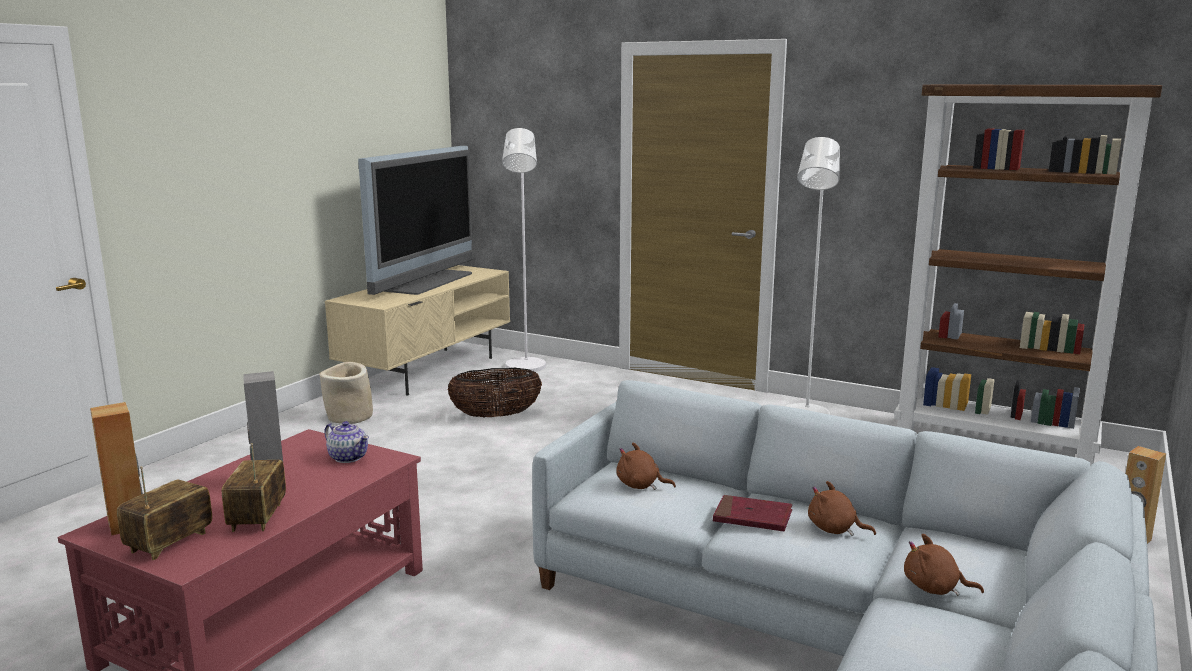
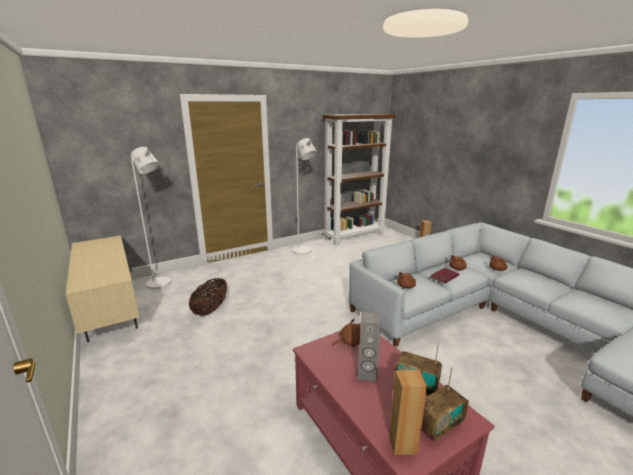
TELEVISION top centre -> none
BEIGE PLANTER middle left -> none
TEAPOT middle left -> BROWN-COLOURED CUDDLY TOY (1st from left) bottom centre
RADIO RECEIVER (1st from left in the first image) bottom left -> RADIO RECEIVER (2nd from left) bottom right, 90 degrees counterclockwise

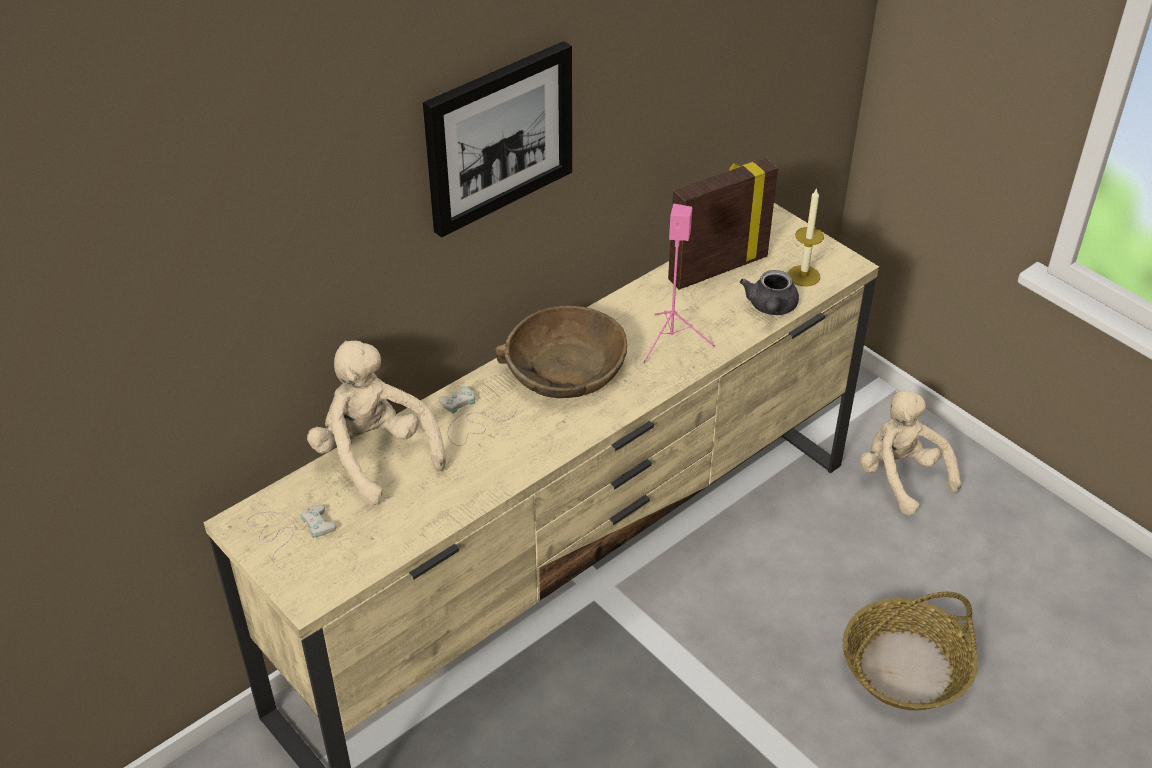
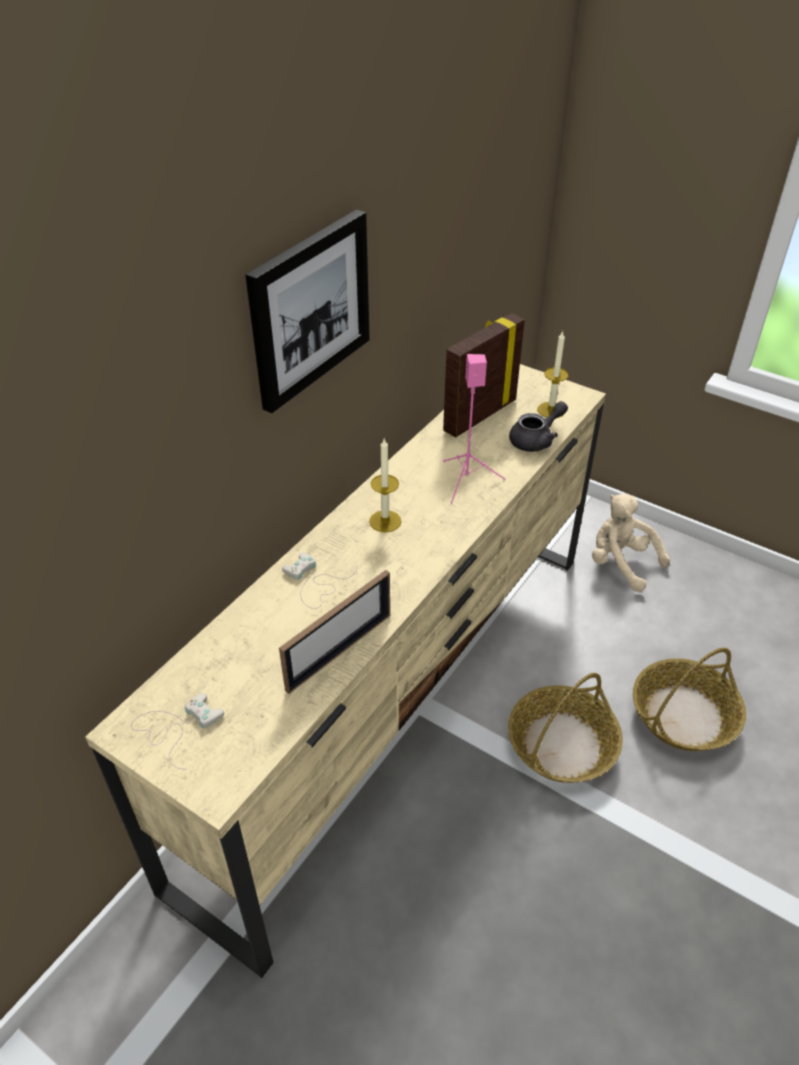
GREY TEAPOT middle right, 120 degrees counterclockwise
BROWN-COLOURED DEEP DISH centre -> WAX CANDLE (1st from left) centre
BEIGE CUDDLY TOY (1st from left) middle left -> none
none -> STANDING FRAME (1st from left) centre
none -> STORAGE BASKET (1st from left) bottom right

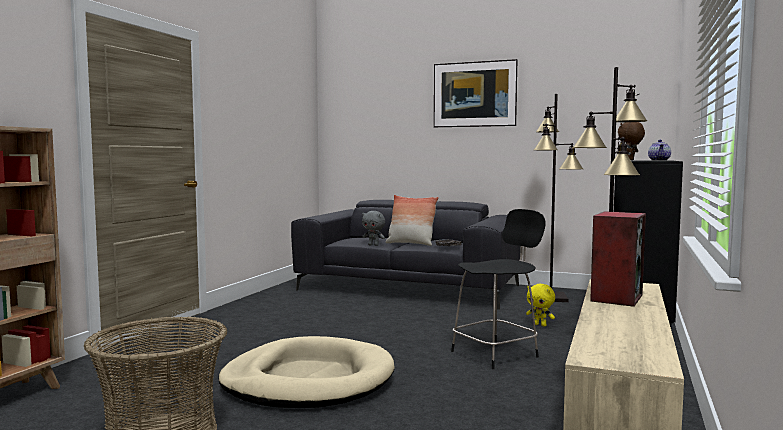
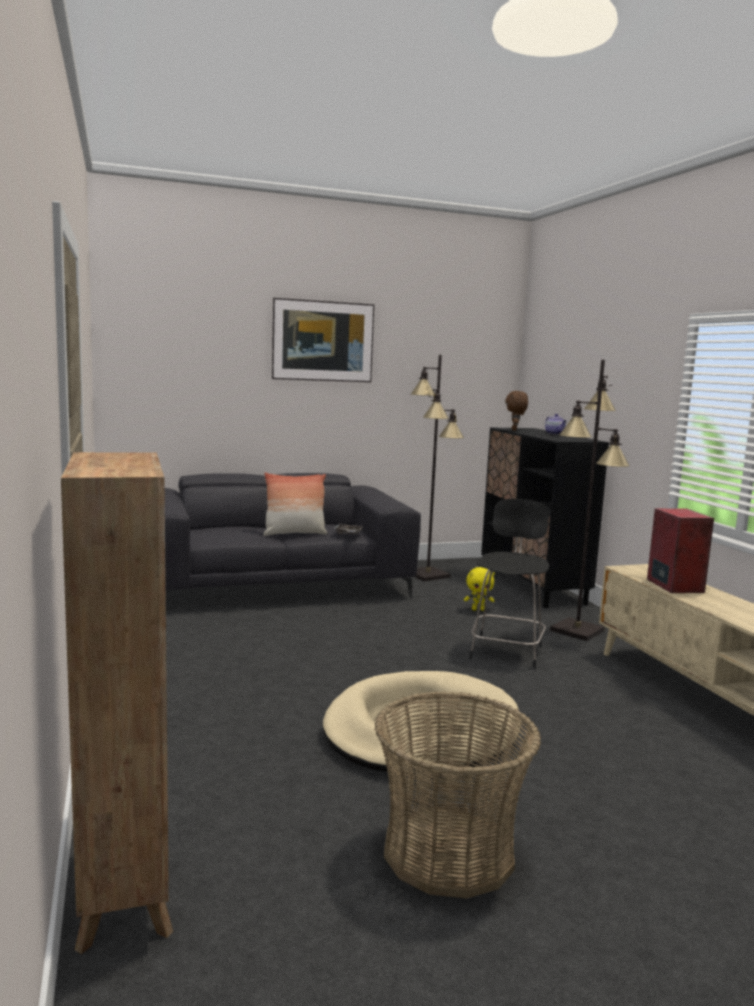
GREY CUDDLY TOY centre -> none

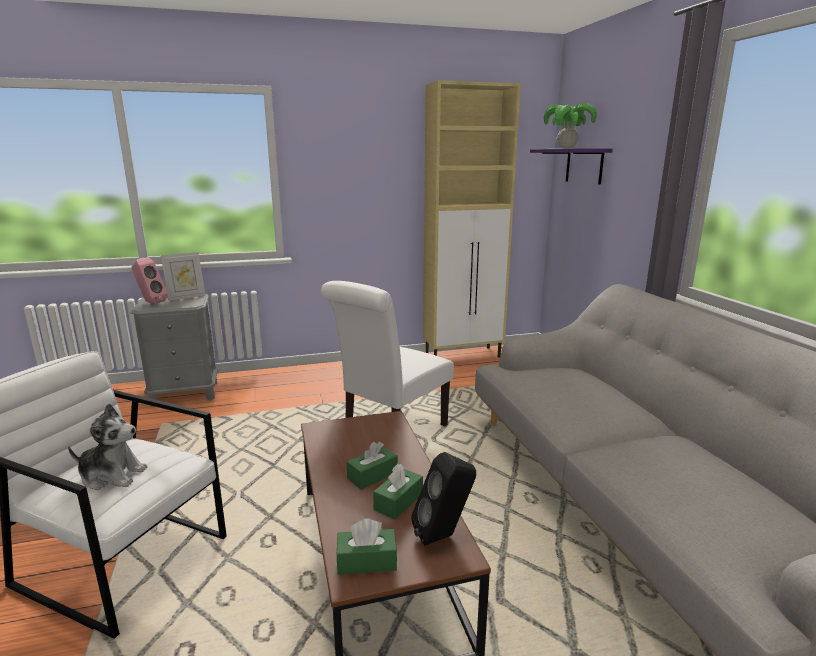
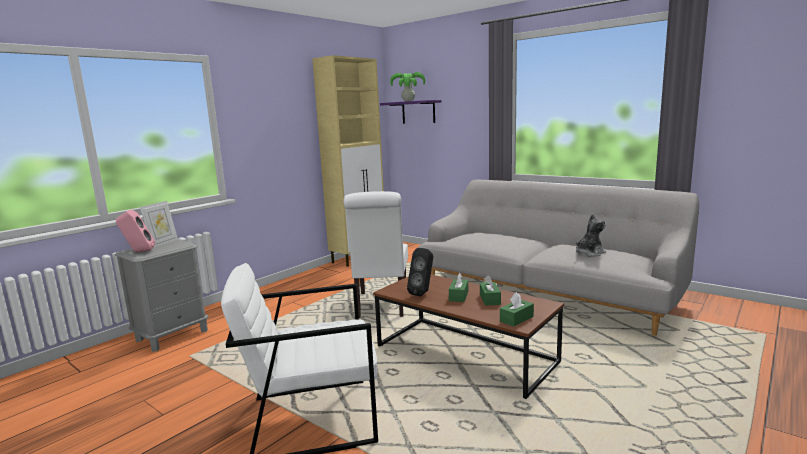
CUDDLY TOY bottom left -> CUDDLY TOY middle right, move
BLACK-COLOURED SPEAKER bottom centre -> BLACK-COLOURED SPEAKER centre, move

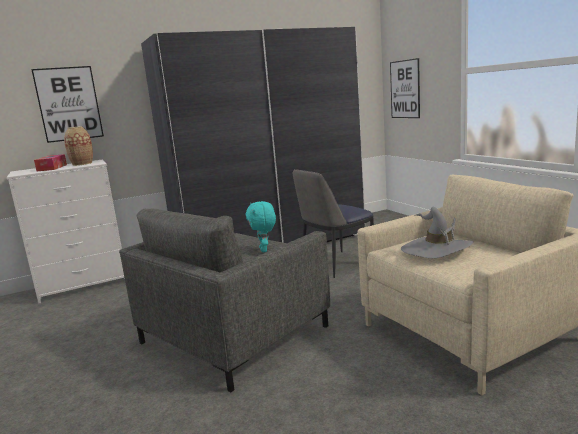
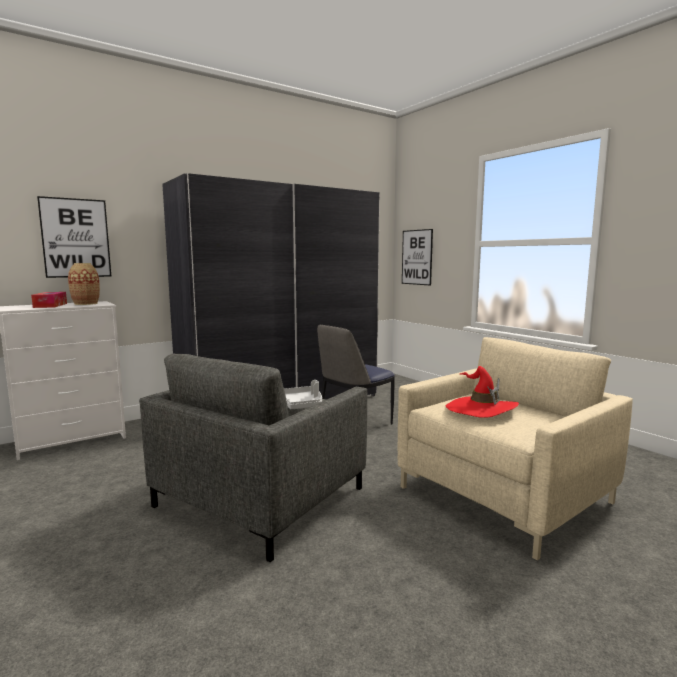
TURQUOISE CUDDLY TOY centre -> GREY CARRYING TRAY centre
GREY CLOTHING HAT middle right -> RED-COLOURED CLOTHING HAT middle right

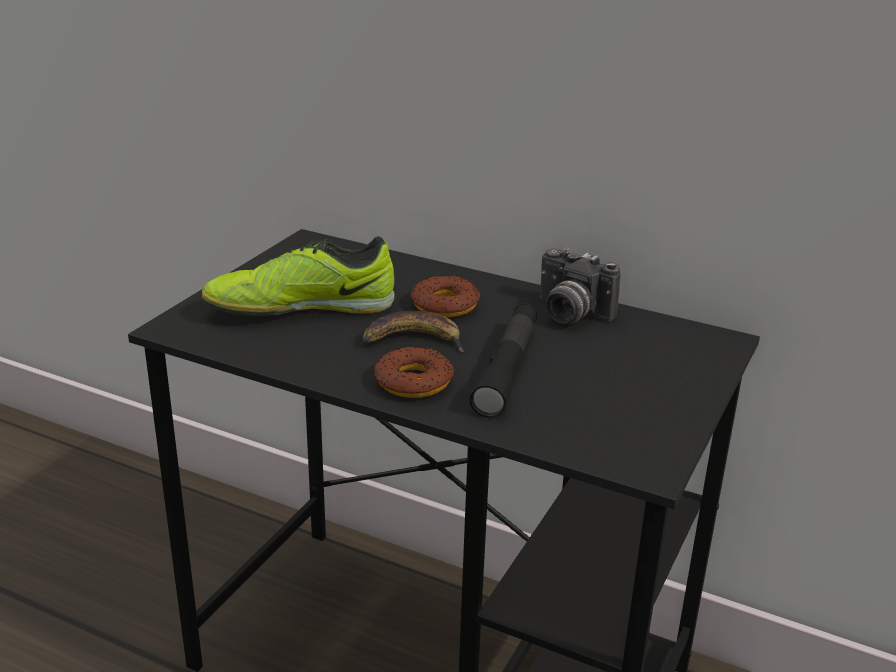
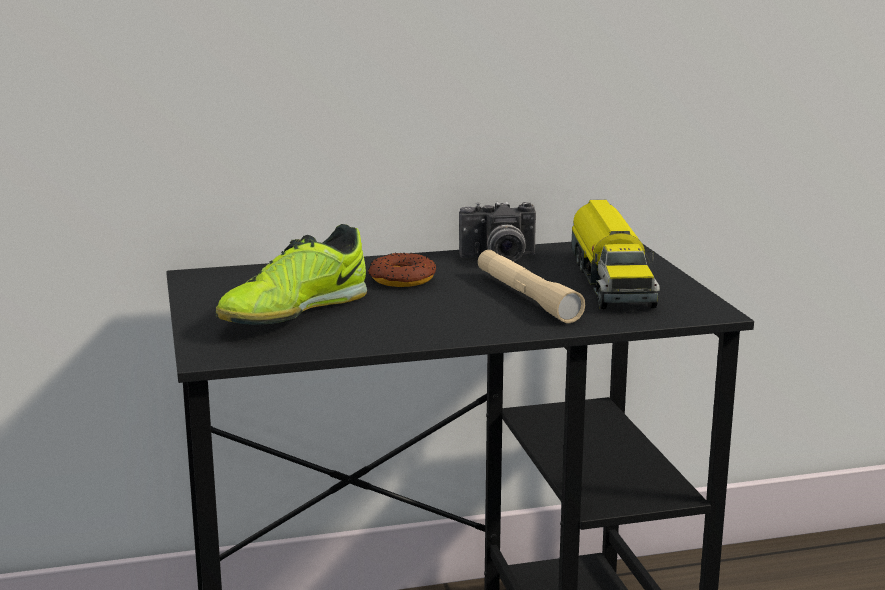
BLACK-COLOURED FLASHLIGHT centre -> BEIGE FLASHLIGHT centre
BANANA centre -> none
DONUT (1st from left) centre -> none
none -> MODEL TRUCK middle right

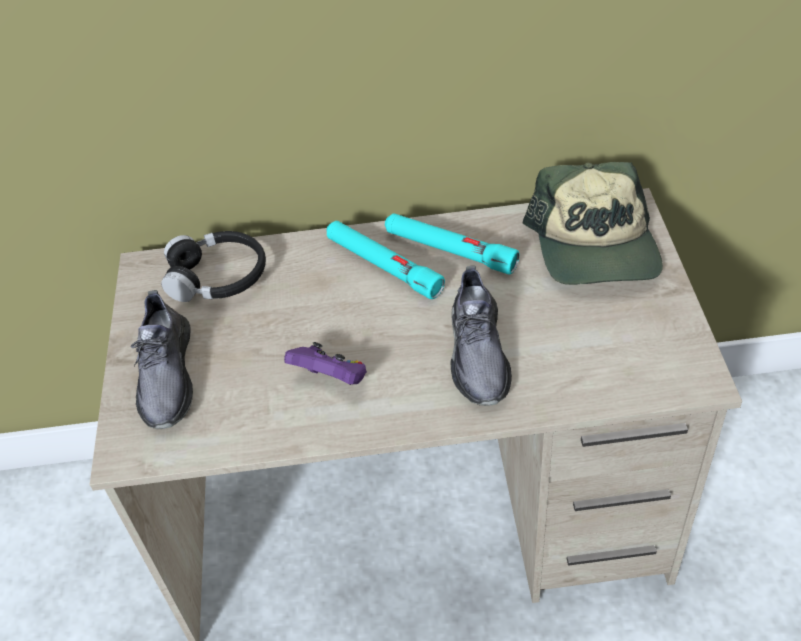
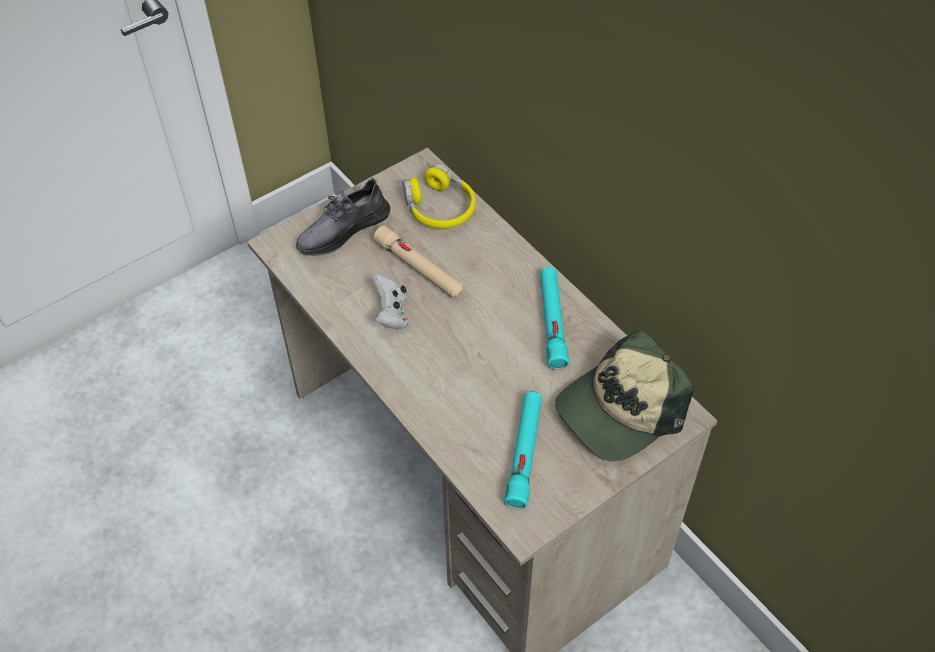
TURQUOISE FLASHLIGHT (1st from left) centre -> TURQUOISE FLASHLIGHT (1st from left) bottom centre, move
BLACK-COLOURED HEADSET middle left -> YELLOW-COLOURED HEADSET top centre
GREY ITEM OF FOOTWEAR (2nd from left) centre -> none
PURPLE JOYPAD centre -> WHITE JOYPAD centre
none -> BEIGE FLASHLIGHT centre

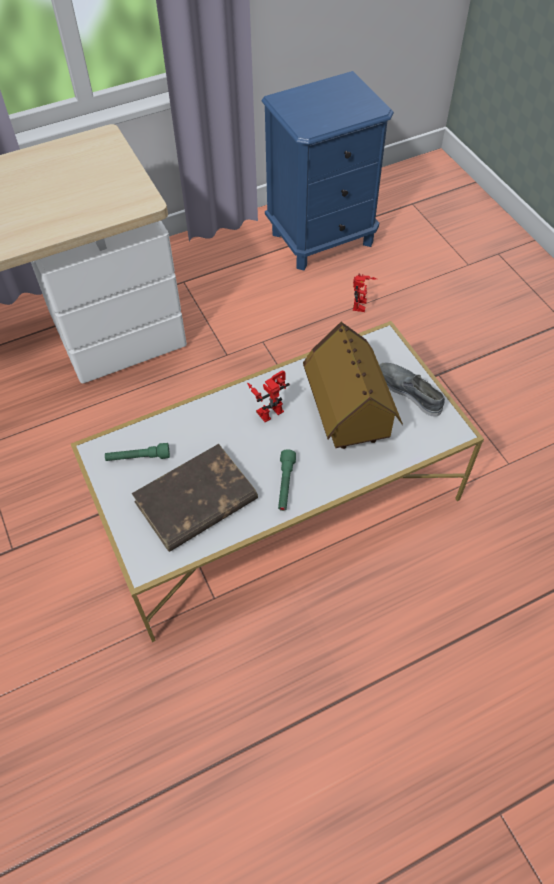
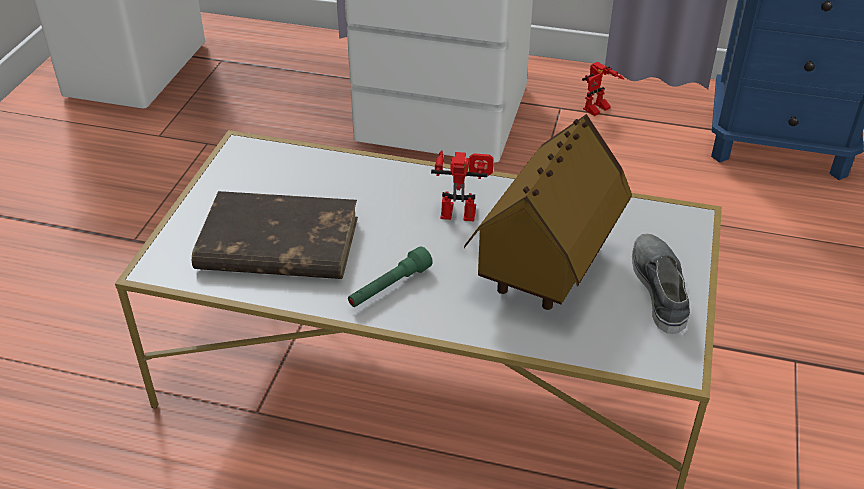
ROBOT FIGURE (2nd from left) top centre -> ROBOT FIGURE (2nd from left) top right, move
GREENISH FLASHLIGHT (1st from left) middle left -> none

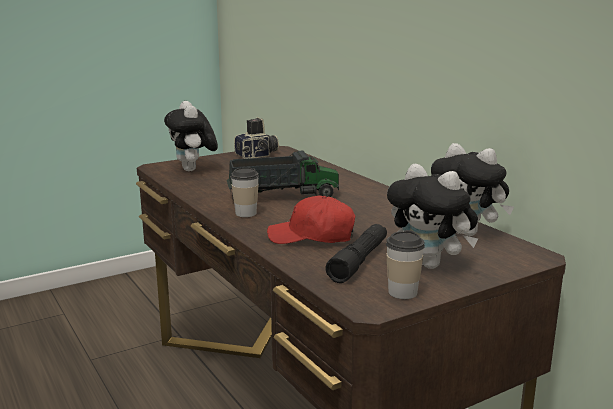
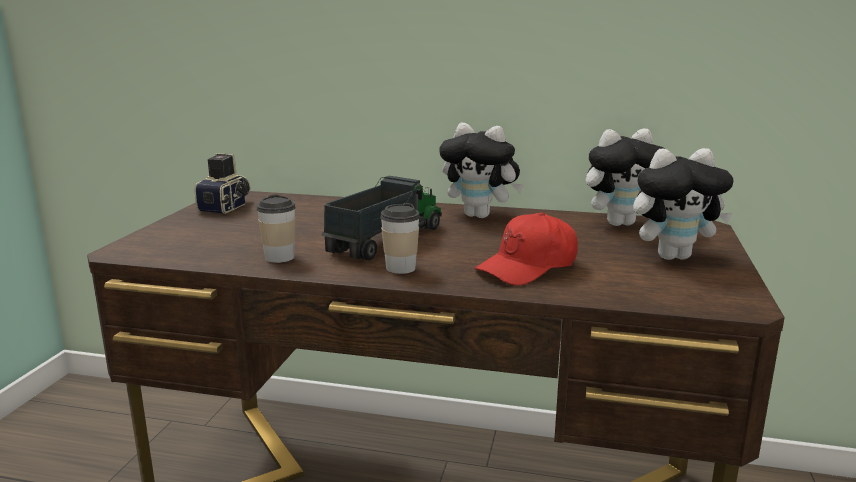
CUDDLY TOY (1st from left) top left -> CUDDLY TOY (1st from left) centre, move
BLACK-COLOURED FLASHLIGHT centre -> none
SMALL CUP (2nd from left in the first image) centre -> SMALL CUP (1st from left) middle left, move

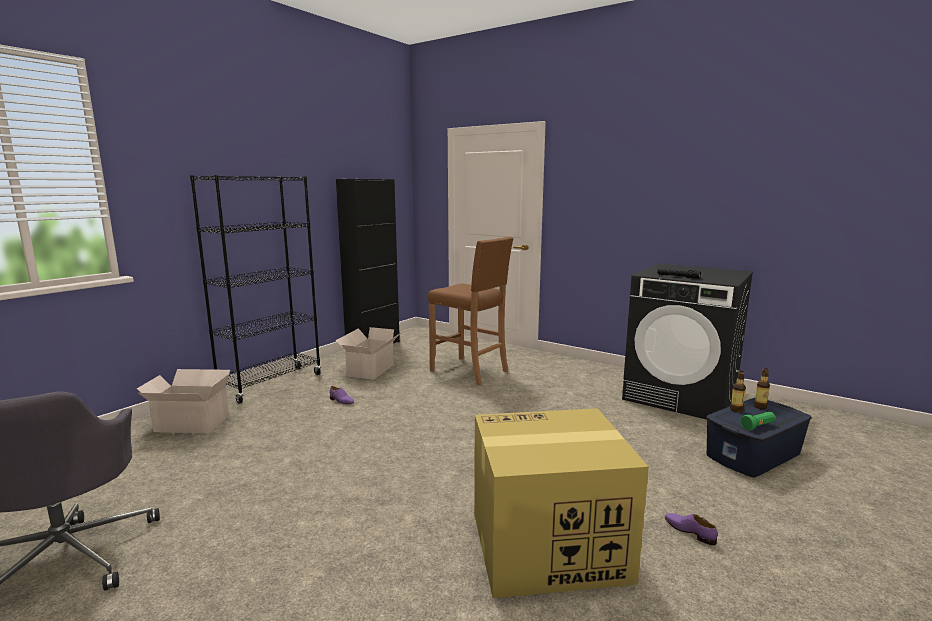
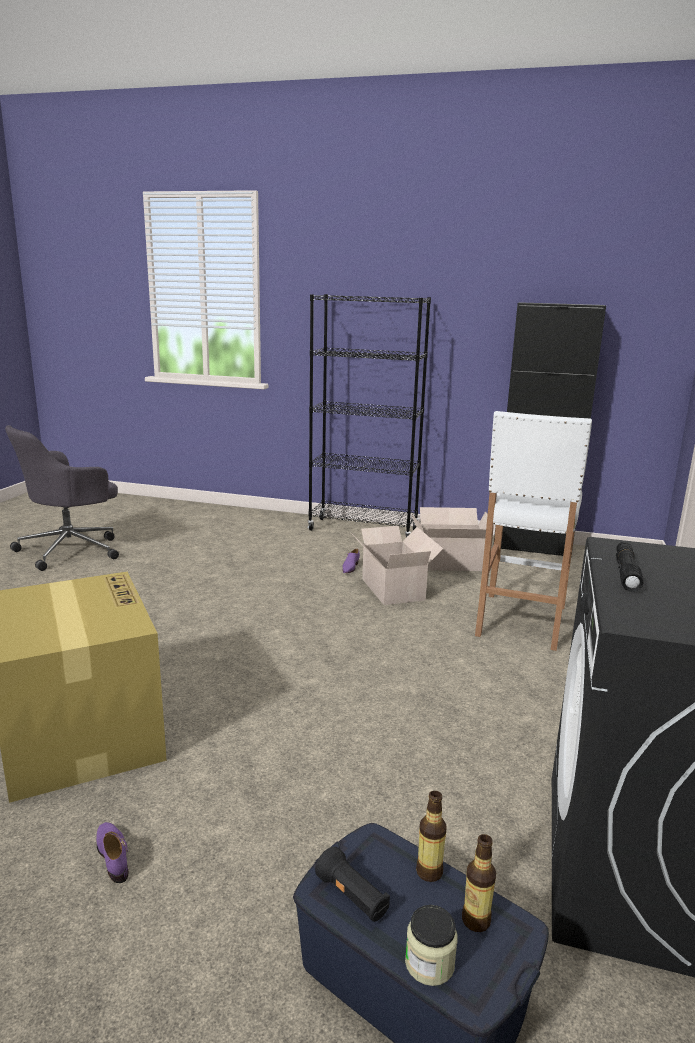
BROWN-COLOURED STOOL SEAT centre -> WHITE STOOL SEAT middle right
CARTON (1st from left in the first image) middle left -> CARTON (2nd from left) centre, move
GREENISH FLASHLIGHT bottom right -> BLACK-COLOURED FLASHLIGHT (1st from left) bottom centre
PURPLE ITEM OF FOOTWEAR (2nd from left in the first image) bottom right -> PURPLE ITEM OF FOOTWEAR (1st from left) bottom left, 60 degrees counterclockwise
none -> PRESERVE JAR bottom centre

